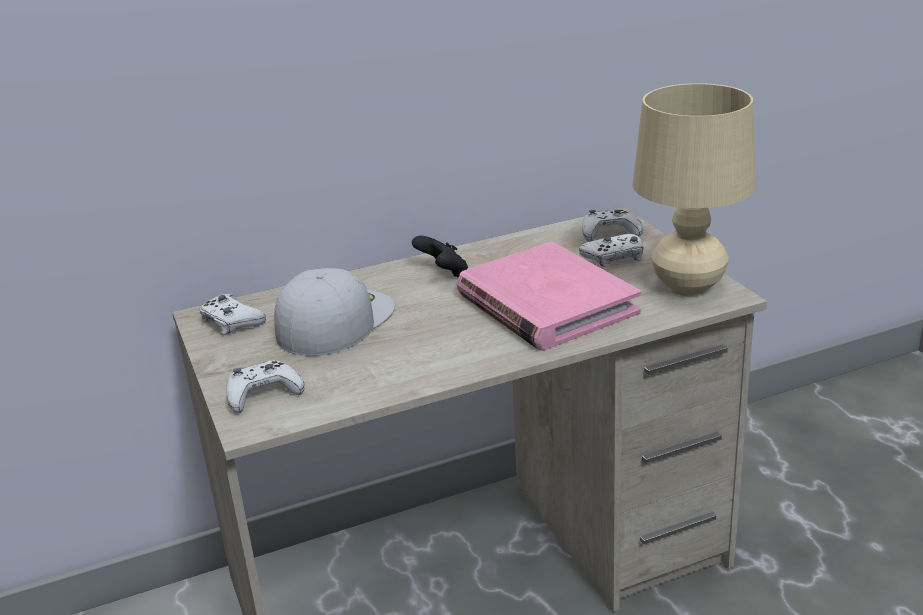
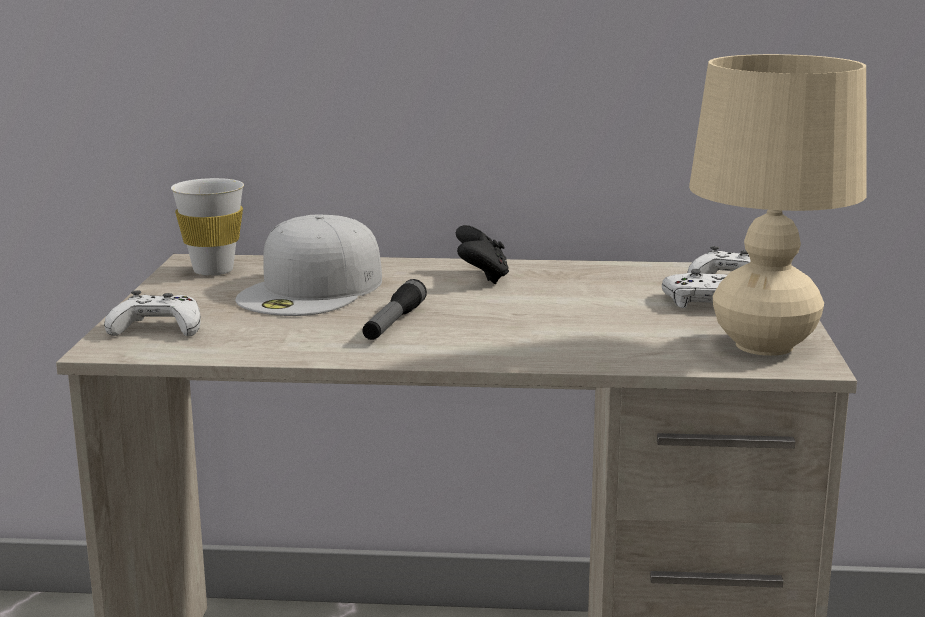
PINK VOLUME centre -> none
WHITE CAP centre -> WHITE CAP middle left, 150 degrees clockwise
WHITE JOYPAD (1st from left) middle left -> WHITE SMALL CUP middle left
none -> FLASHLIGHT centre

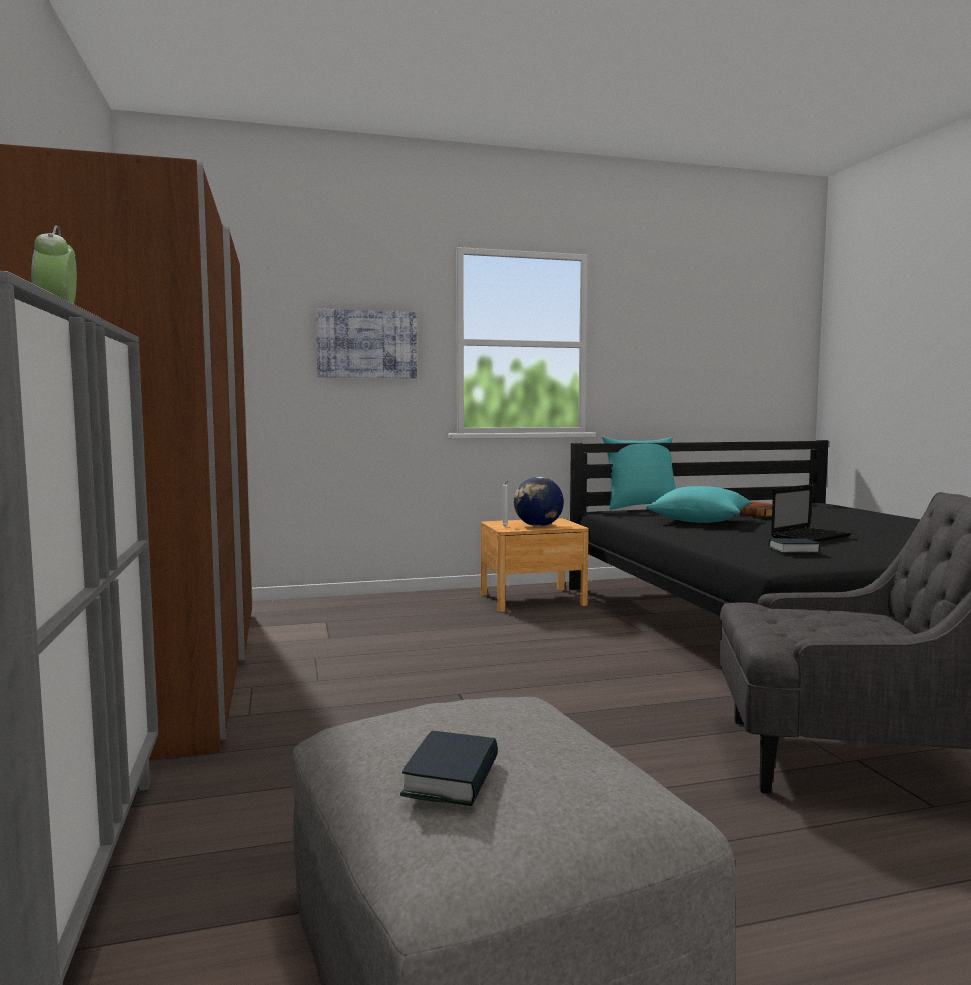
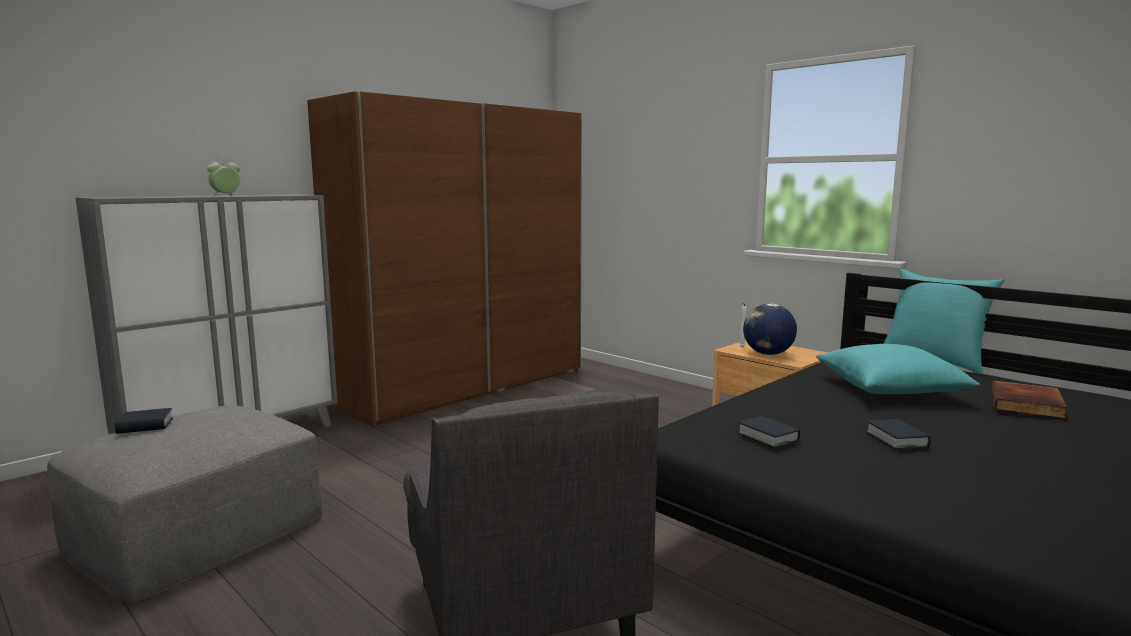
WALL PICTURE centre -> none
PORTABLE COMPUTER middle right -> VOLUME (3rd from left) bottom right

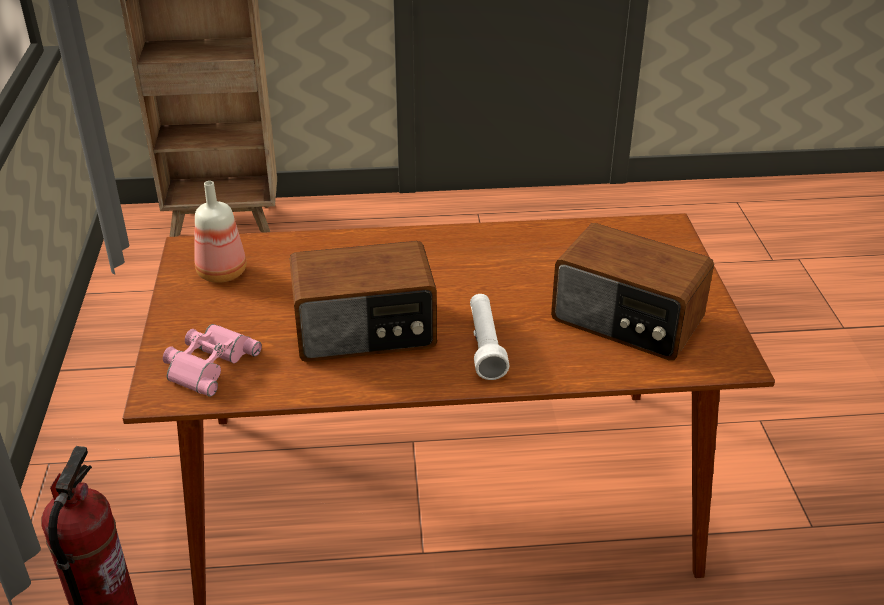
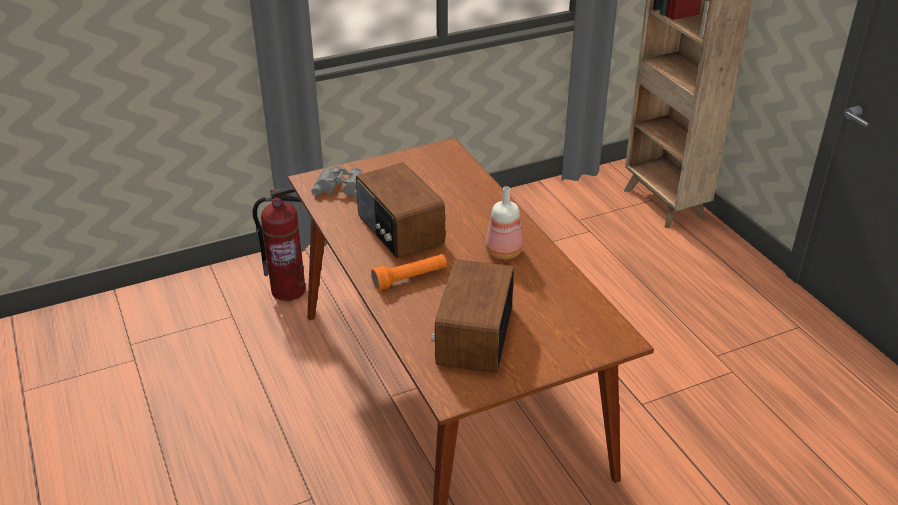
BOTTLE middle left -> BOTTLE centre, move
WHITE FLASHLIGHT centre -> ORANGE FLASHLIGHT centre
PINK PAIR OF BINOCULARS middle left -> GREY PAIR OF BINOCULARS centre

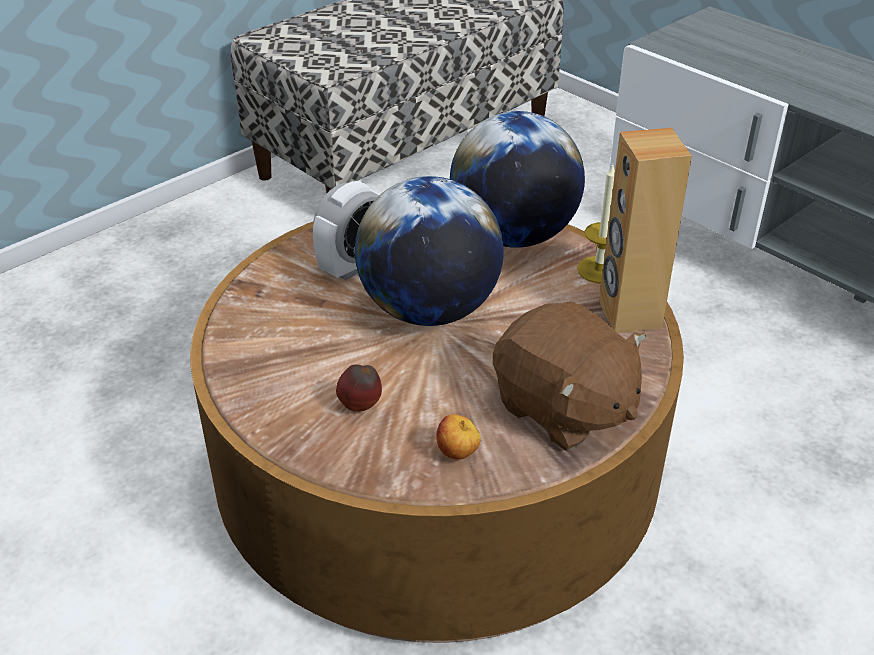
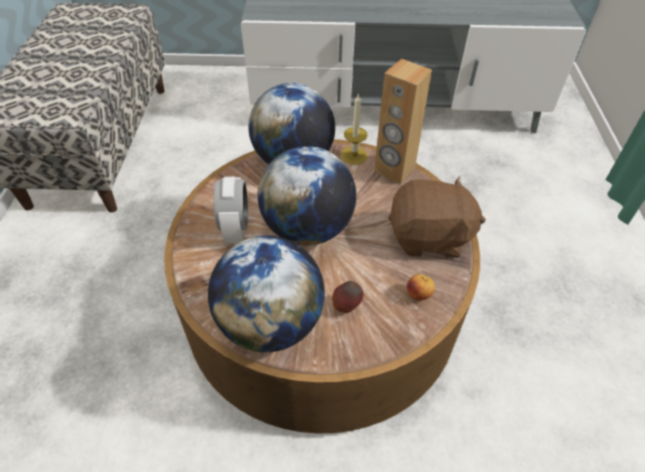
none -> DESK GLOBE (1st from left) centre

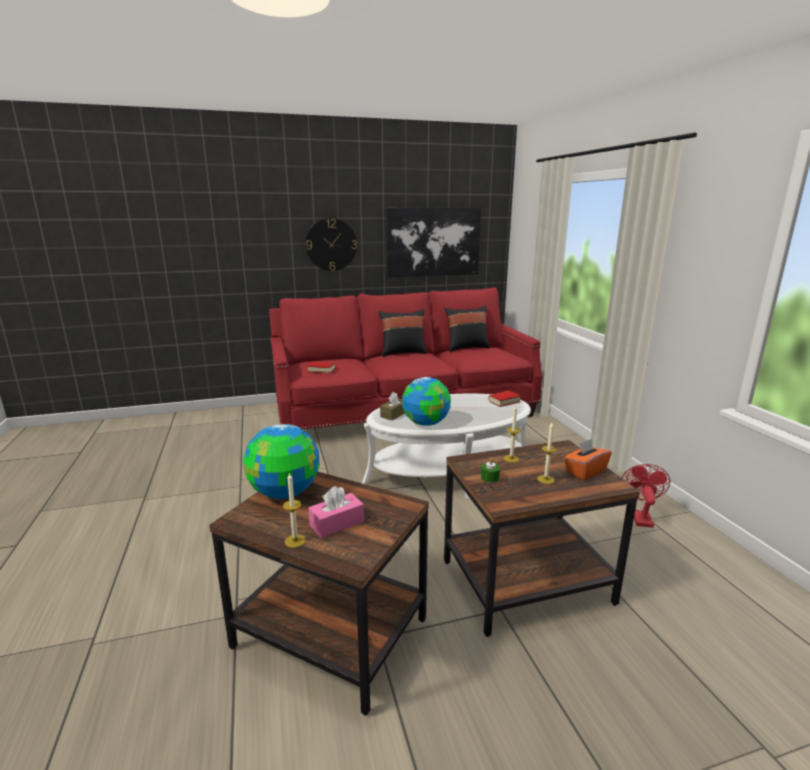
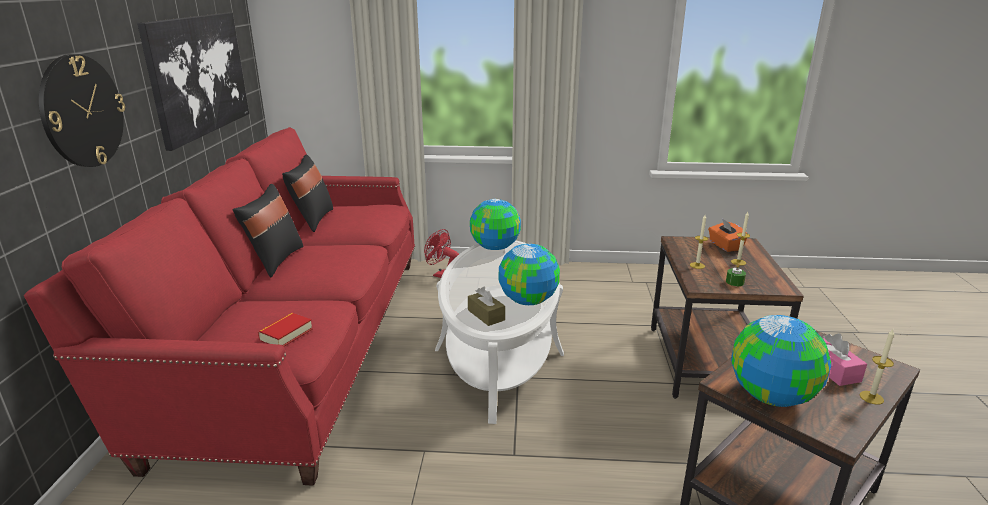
VOLUME (2nd from left) centre -> DESK GLOBE (1st from left) centre
RED-COLOURED COOLING FAN middle right -> RED-COLOURED COOLING FAN centre, move

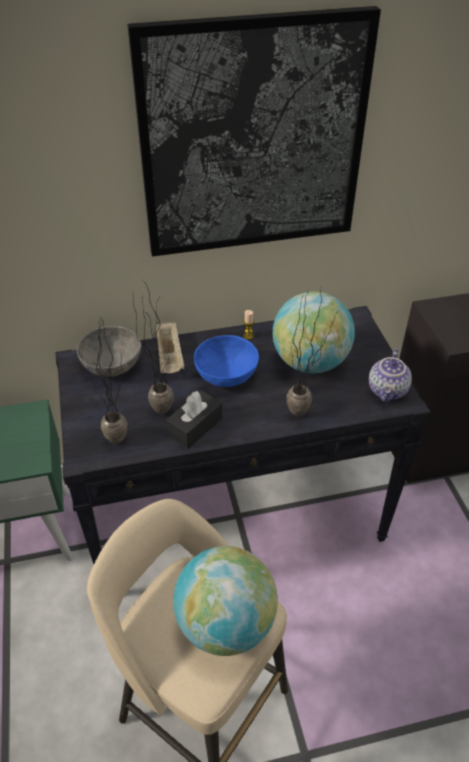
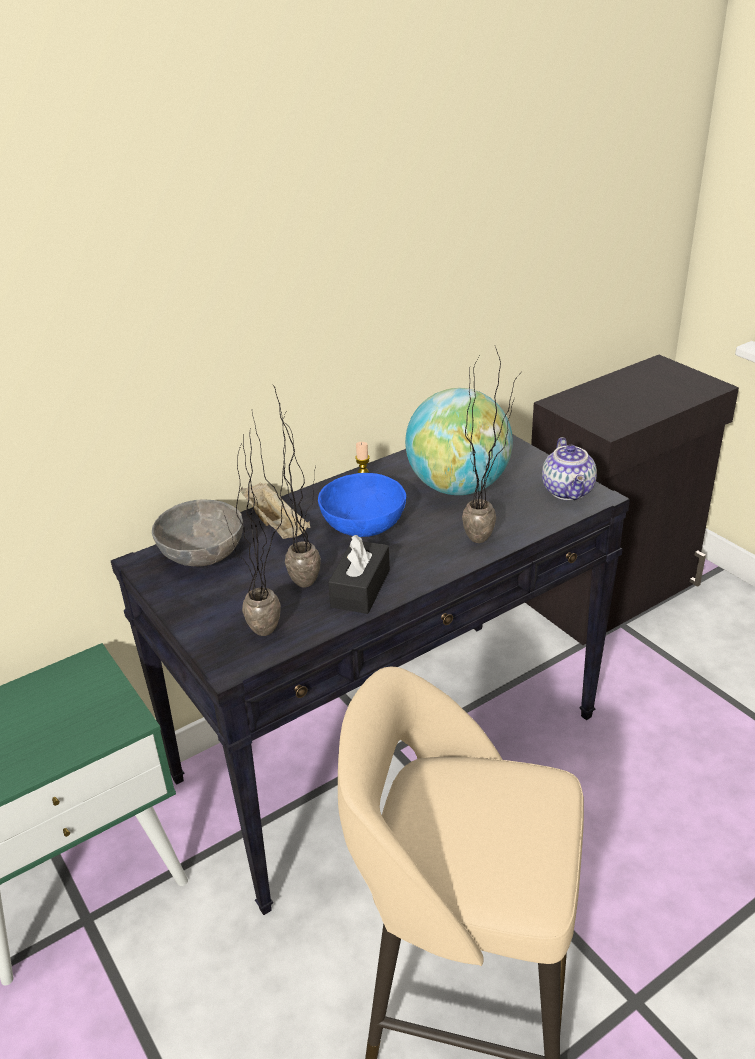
WALL PICTURE top centre -> none
DESK GLOBE (1st from left) bottom centre -> none

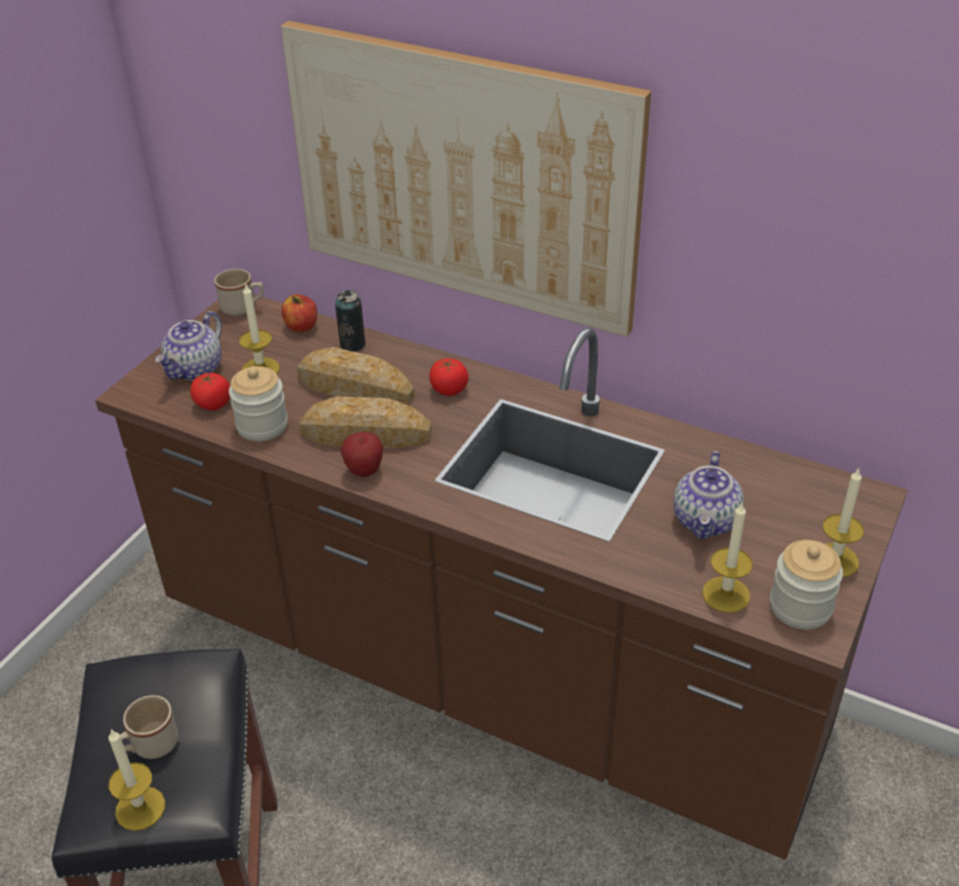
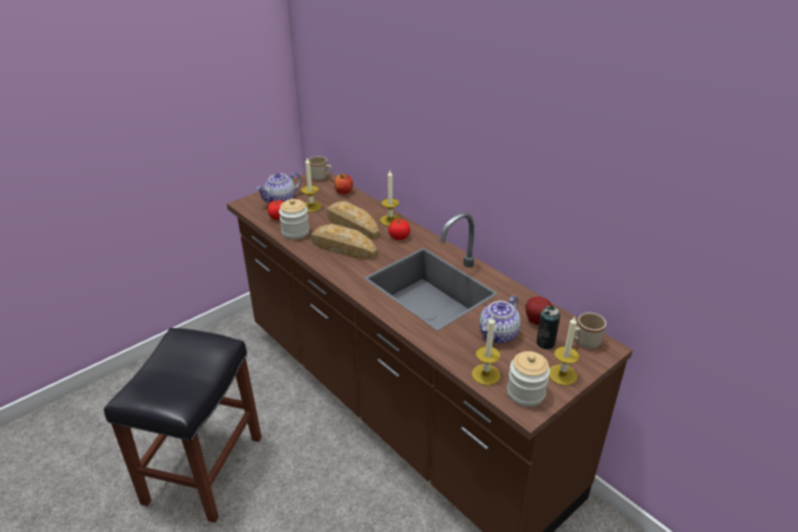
WALL PICTURE top centre -> none
SEALED CAN centre -> SEALED CAN middle right, move
APPLE FRUIT (2nd from left) centre -> APPLE FRUIT (2nd from left) middle right, move
BEIGE TEA MUG (1st from left in the first image) bottom left -> BEIGE TEA MUG (2nd from left) middle right, move
WAX CANDLE (1st from left in the first image) bottom left -> WAX CANDLE (2nd from left) centre, move

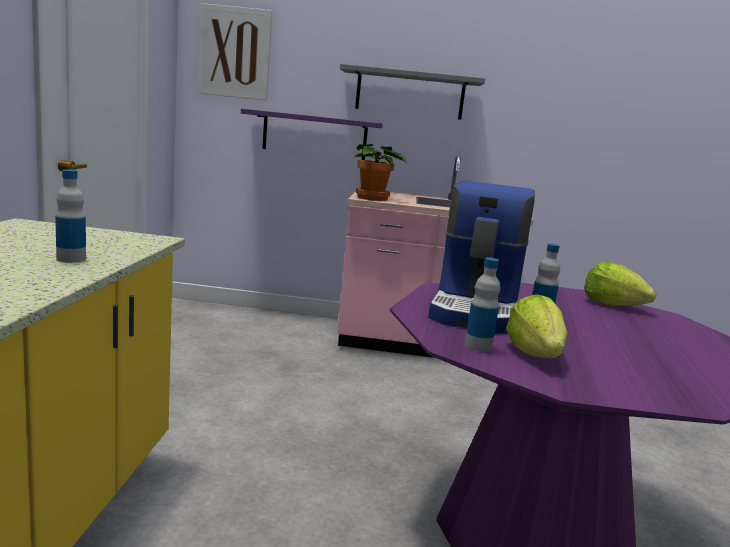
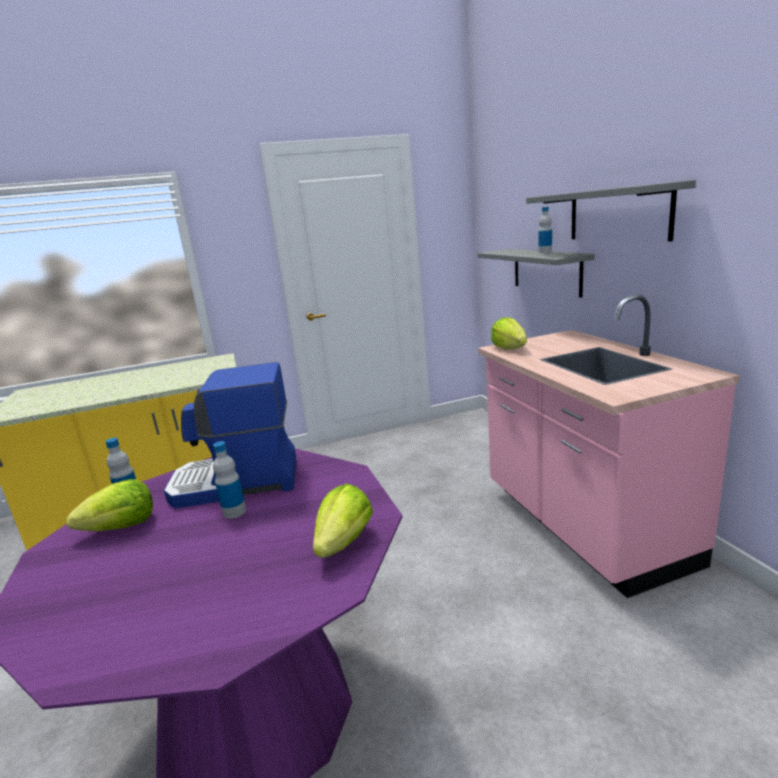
WALL PICTURE top left -> none
PURPLE SHELF top centre -> GREY SHELF (1st from left) middle right
POTTED PLANT top centre -> LETTUCE (3rd from left) centre
BOTTLE (1st from left in the first image) middle left -> BOTTLE (3rd from left) top right, move

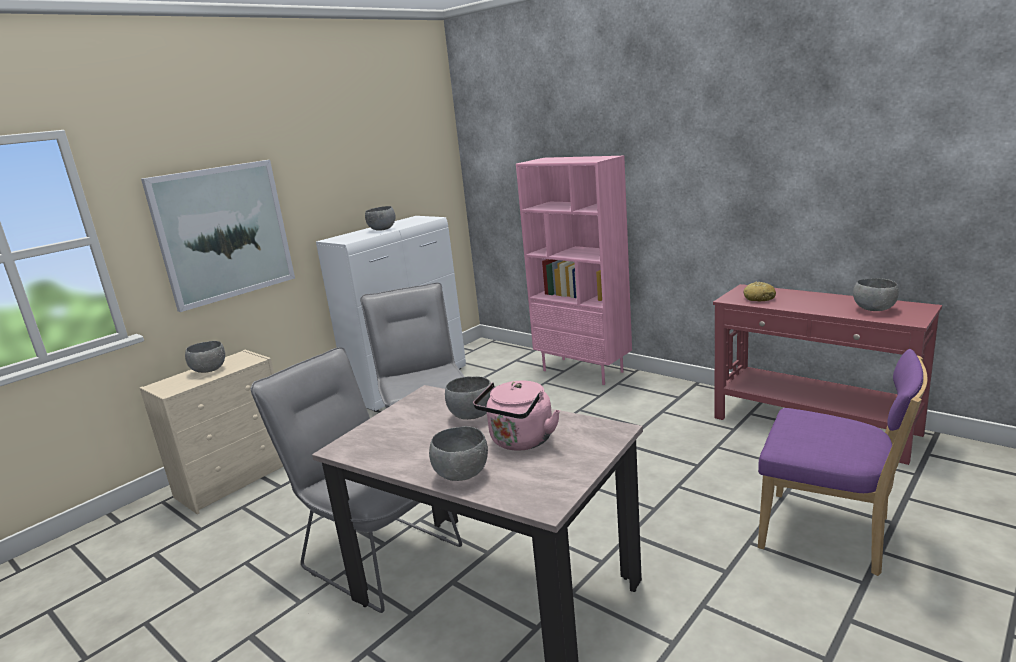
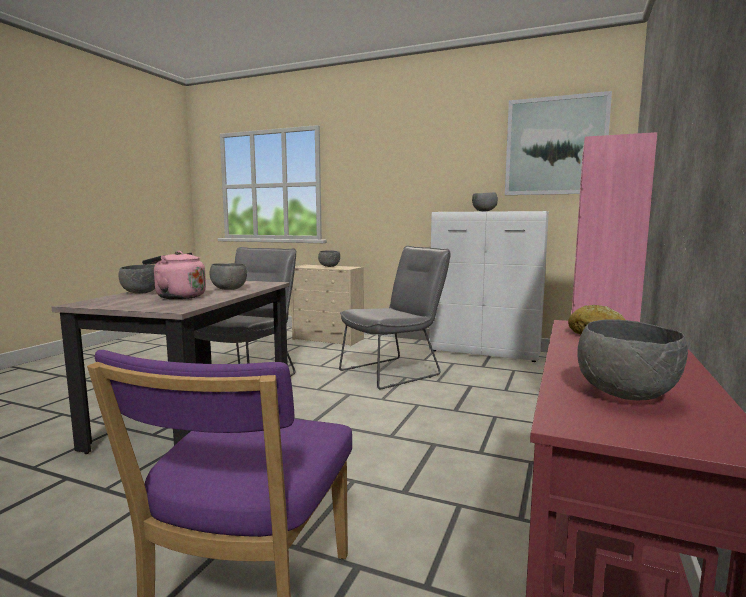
WALL PICTURE middle left -> WALL PICTURE top right, move

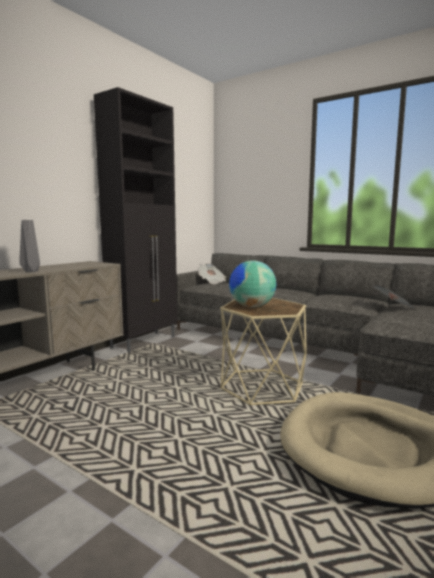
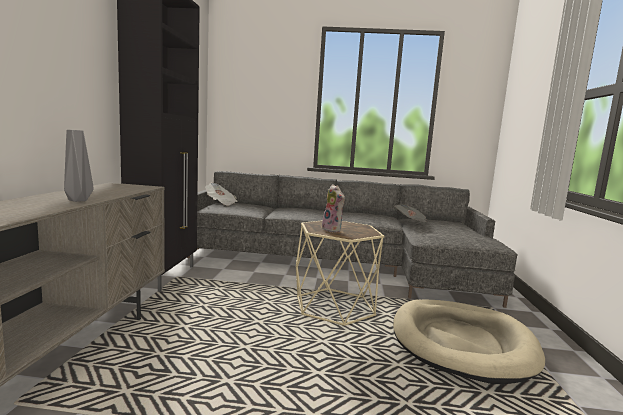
DESK GLOBE centre -> CUDDLY TOY centre

